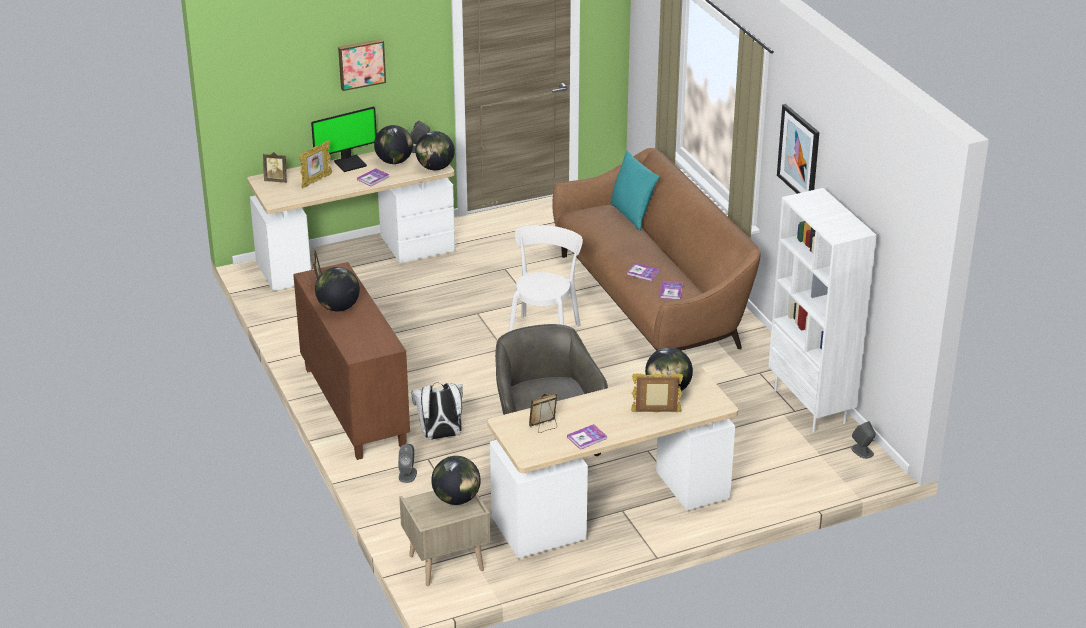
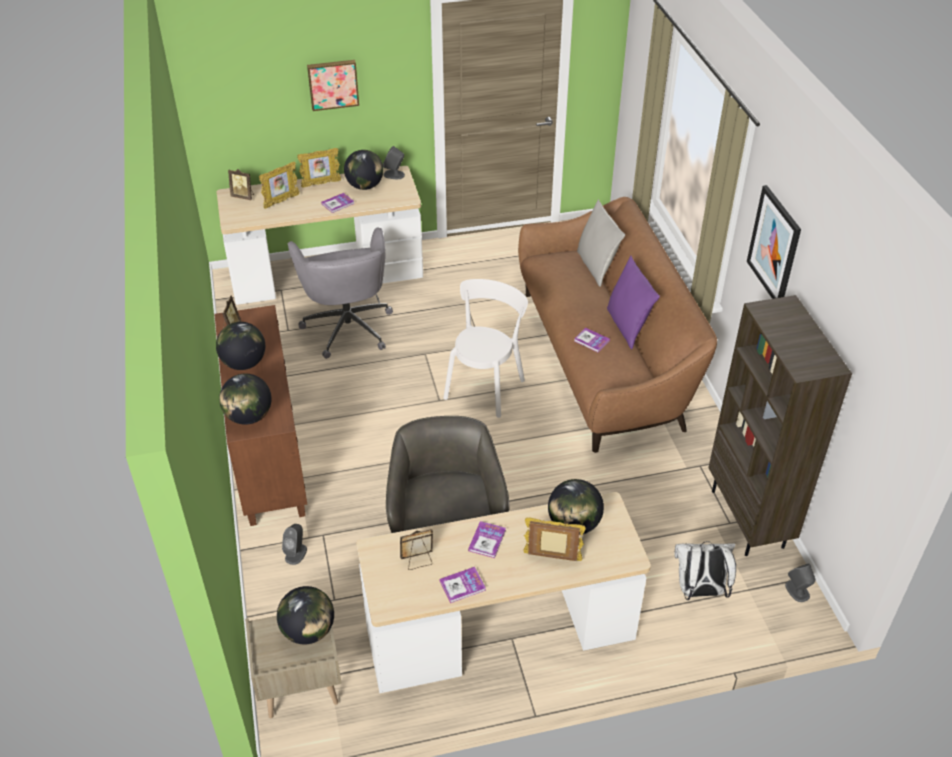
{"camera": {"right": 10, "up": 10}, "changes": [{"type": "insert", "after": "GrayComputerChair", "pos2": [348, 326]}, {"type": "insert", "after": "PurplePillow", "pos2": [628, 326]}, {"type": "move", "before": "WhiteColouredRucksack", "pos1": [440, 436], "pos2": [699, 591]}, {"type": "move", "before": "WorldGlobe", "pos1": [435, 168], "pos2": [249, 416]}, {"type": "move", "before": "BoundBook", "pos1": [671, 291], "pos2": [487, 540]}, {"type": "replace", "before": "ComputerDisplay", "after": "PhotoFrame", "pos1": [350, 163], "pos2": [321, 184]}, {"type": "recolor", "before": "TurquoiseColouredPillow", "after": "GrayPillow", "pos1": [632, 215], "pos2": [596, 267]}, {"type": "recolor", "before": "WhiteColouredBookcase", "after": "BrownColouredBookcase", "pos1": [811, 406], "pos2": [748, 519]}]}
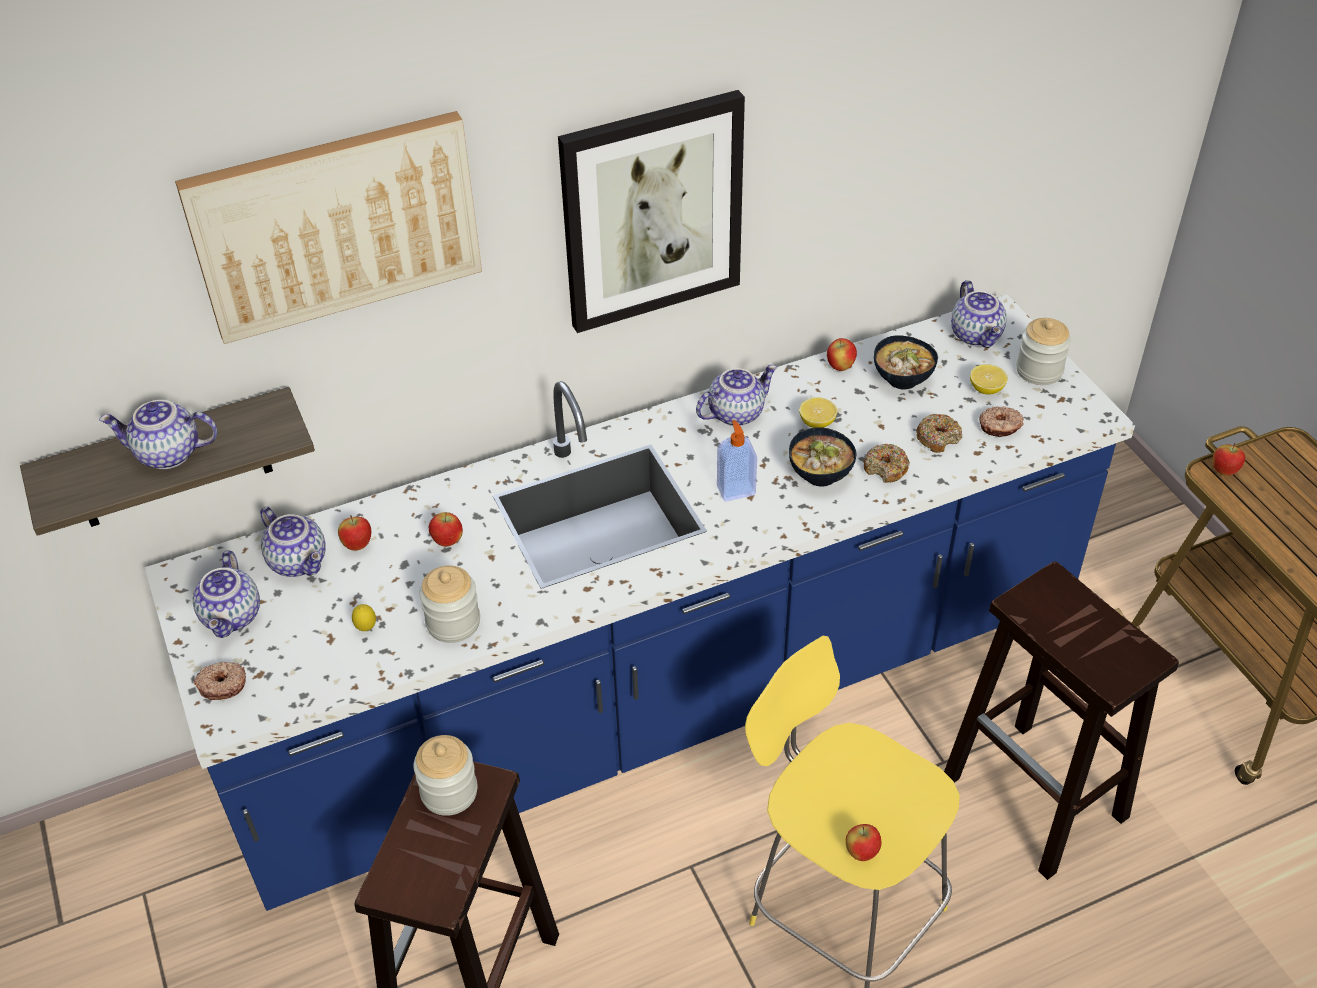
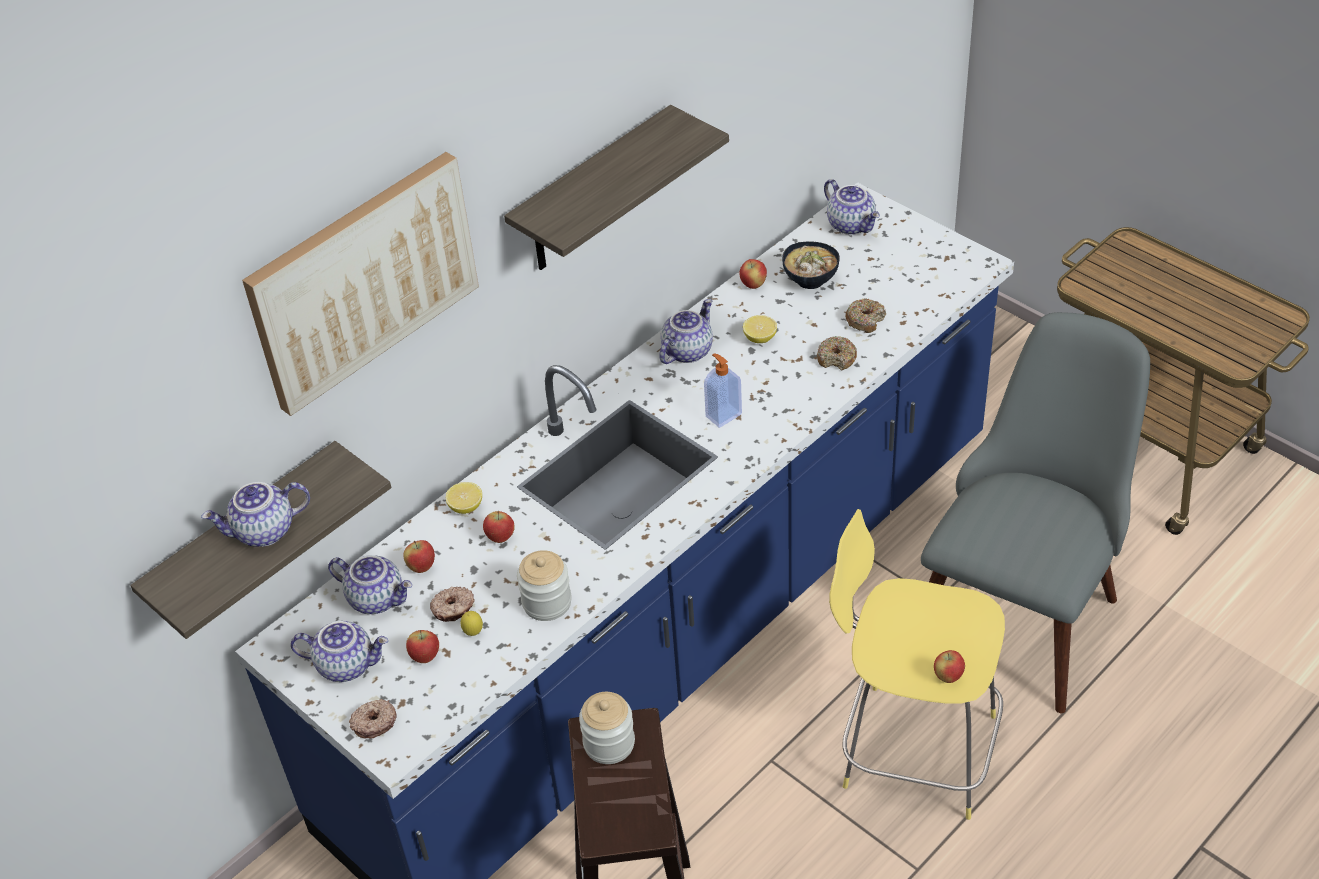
{"camera": {"right": -20, "up": 0}, "changes": [{"type": "delete", "before": "DeepDish", "pos1": [821, 474]}, {"type": "delete", "before": "Jar", "pos1": [1039, 370]}, {"type": "move", "before": "Lemon", "pos1": [986, 389], "pos2": [466, 507]}, {"type": "move", "before": "Donut", "pos1": [1000, 427], "pos2": [453, 608]}, {"type": "move", "before": "Apple", "pos1": [1224, 471], "pos2": [425, 657]}, {"type": "replace", "before": "Picture", "after": "Shelf", "pos1": [652, 211], "pos2": [593, 193]}, {"type": "replace", "before": "BrownColouredSittingStool", "after": "GrayChair", "pos1": [1037, 799], "pos2": [1024, 603]}, {"type": "rotate", "before": "PotForTea", "pos1": [233, 616], "pos2": [347, 664], "turn": -60}]}
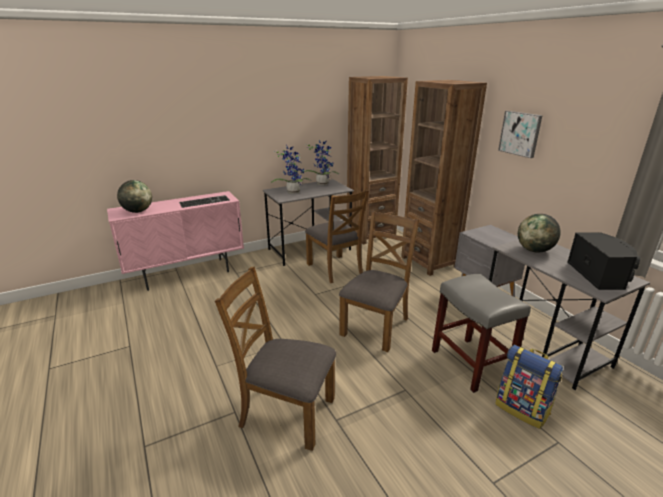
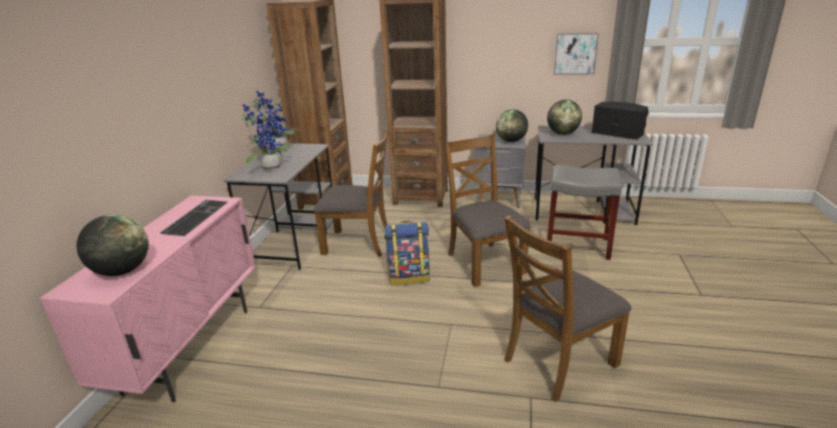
{"camera": {"right": -50, "up": 0}, "changes": [{"type": "insert", "after": "WorldGlobe", "pos2": [511, 141]}, {"type": "move", "before": "Rucksack", "pos1": [522, 409], "pos2": [409, 277]}, {"type": "move", "before": "Picture", "pos1": [520, 133], "pos2": [575, 53]}]}
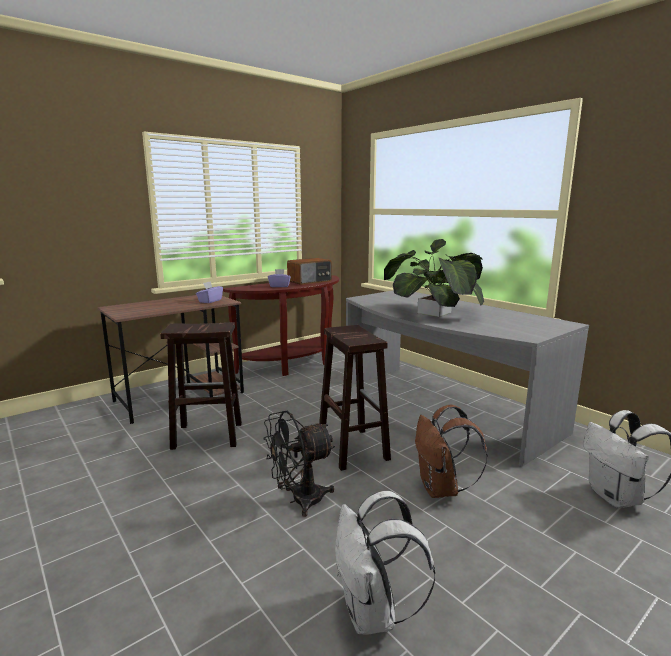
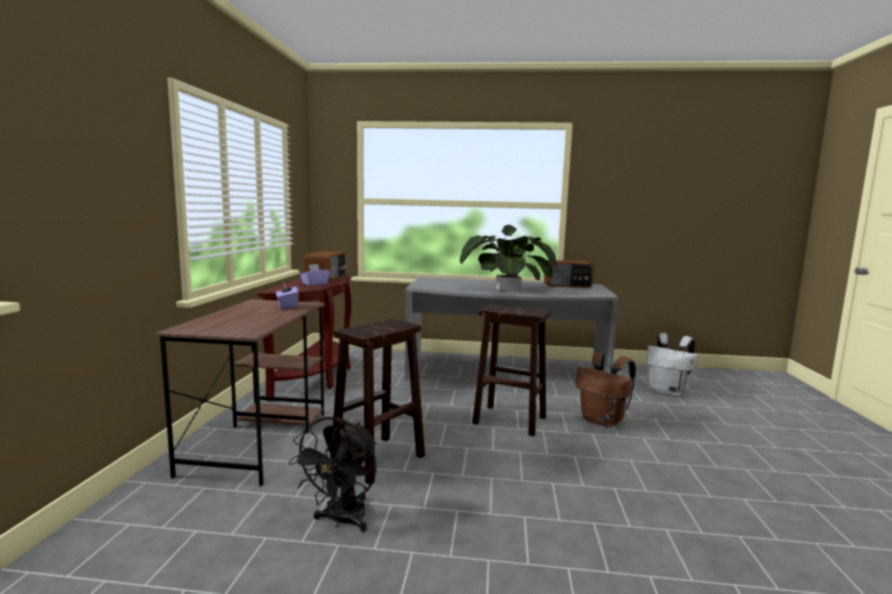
{"camera": {"right": -45, "up": -5}, "changes": [{"type": "delete", "before": "WhiteColouredRucksack", "pos1": [373, 613]}, {"type": "insert", "after": "Radio", "pos2": [567, 285]}, {"type": "move", "before": "BlackCoolingFan", "pos1": [299, 500], "pos2": [342, 521]}]}
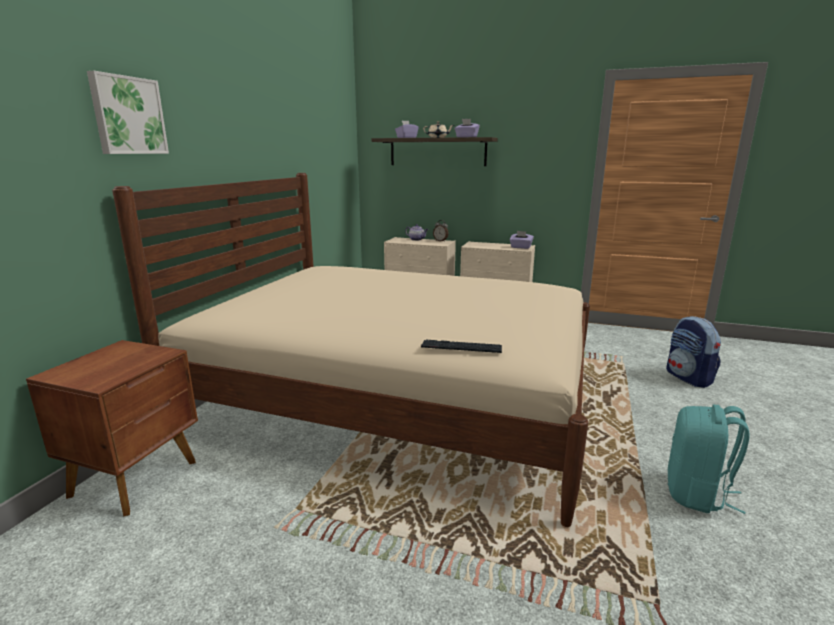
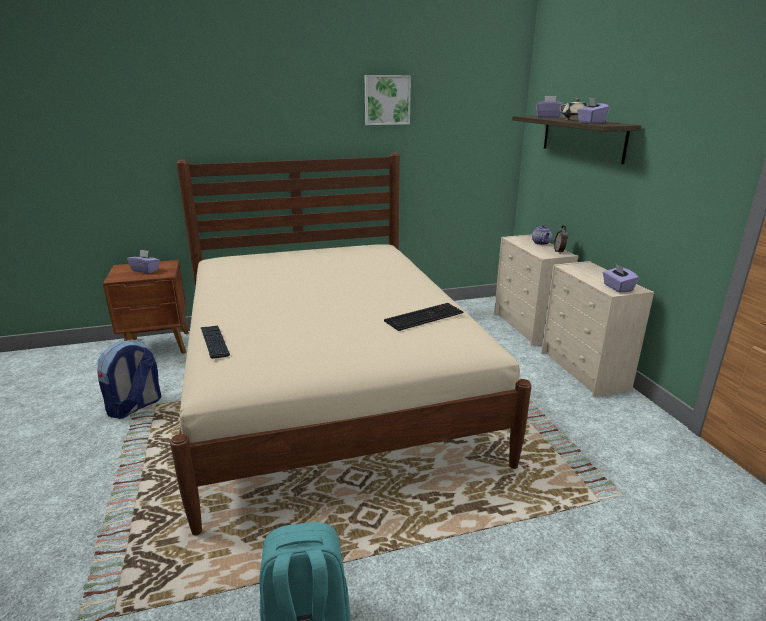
{"camera": {"right": 55, "up": 5}, "changes": [{"type": "insert", "after": "PurpleTissueHolder", "pos2": [145, 270]}, {"type": "insert", "after": "PcKeyboard", "pos2": [424, 316]}, {"type": "move", "before": "Picture", "pos1": [128, 116], "pos2": [386, 100]}, {"type": "move", "before": "Rucksack", "pos1": [689, 378], "pos2": [135, 407]}]}
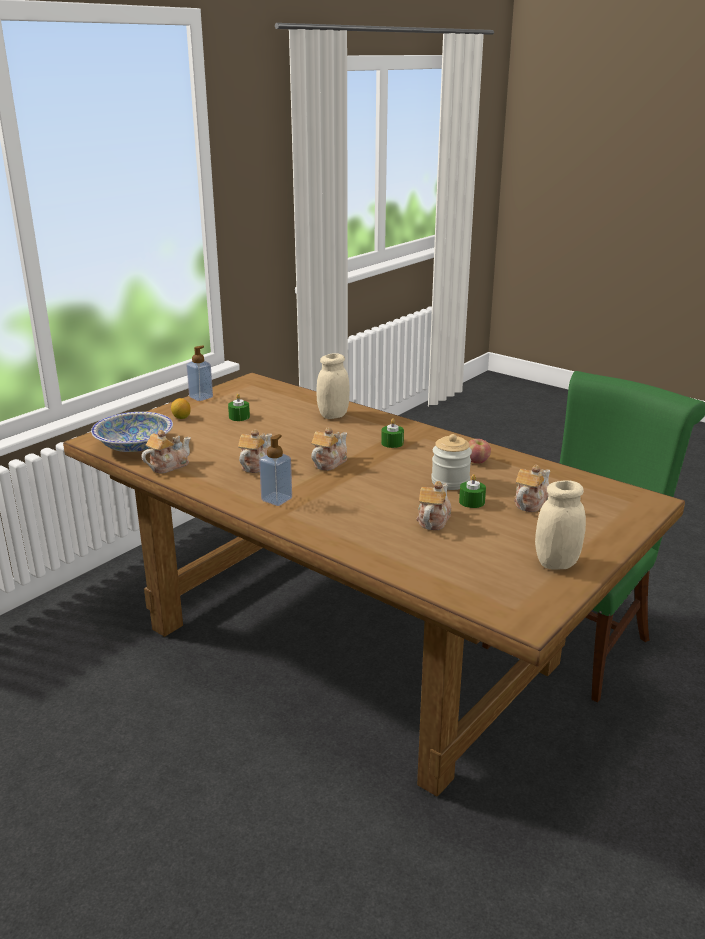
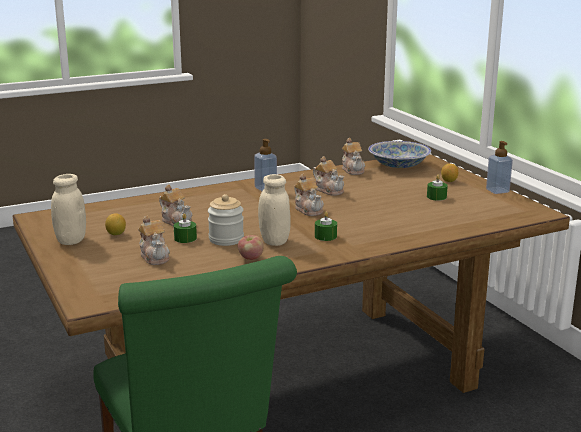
{"camera": {"right": 115, "up": -5}, "changes": [{"type": "insert", "after": "Lemon", "pos2": [116, 234]}, {"type": "move", "before": "SandColouredJar", "pos1": [333, 415], "pos2": [274, 241]}]}
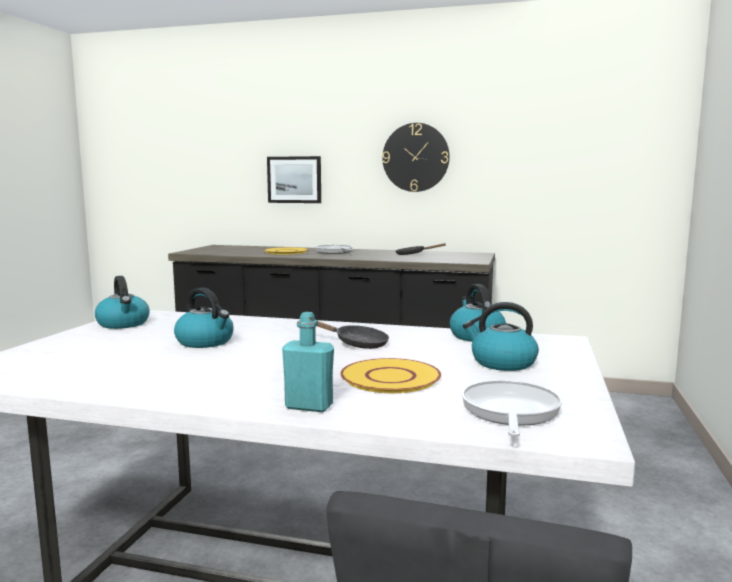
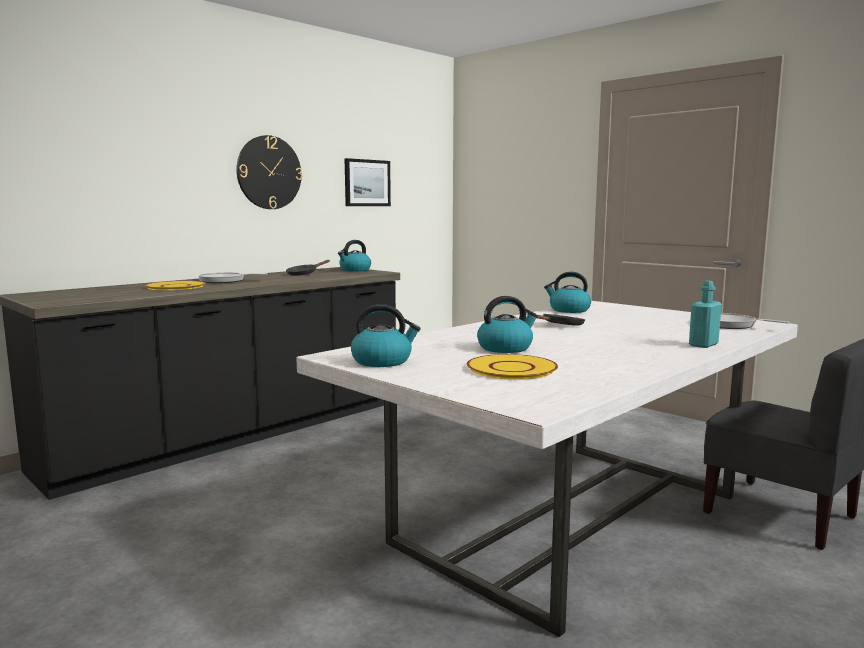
{"camera": {"right": -60, "up": 0}, "changes": [{"type": "move", "before": "Picture", "pos1": [294, 179], "pos2": [367, 183]}, {"type": "move", "before": "YellowFlatDish", "pos1": [390, 378], "pos2": [512, 368]}, {"type": "move", "before": "TeaKettle", "pos1": [502, 363], "pos2": [355, 270]}]}
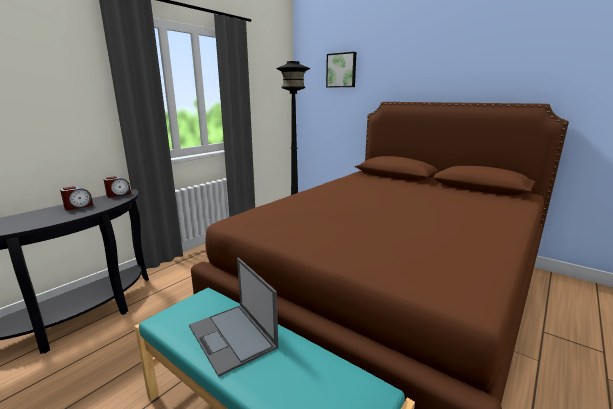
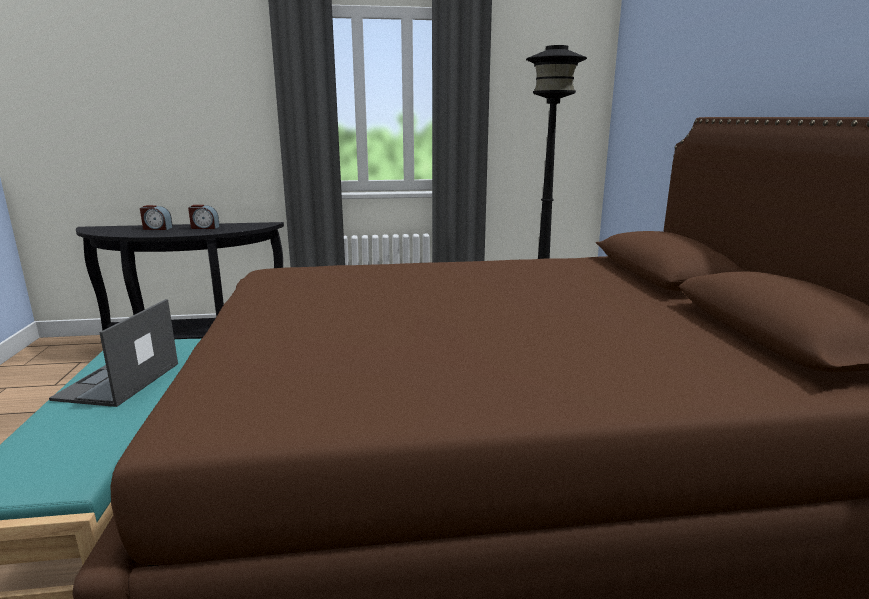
{"camera": {"right": 45, "up": 0}, "changes": [{"type": "delete", "before": "Picture", "pos1": [341, 70]}, {"type": "move", "before": "BedsideClock", "pos1": [118, 194], "pos2": [157, 228]}]}
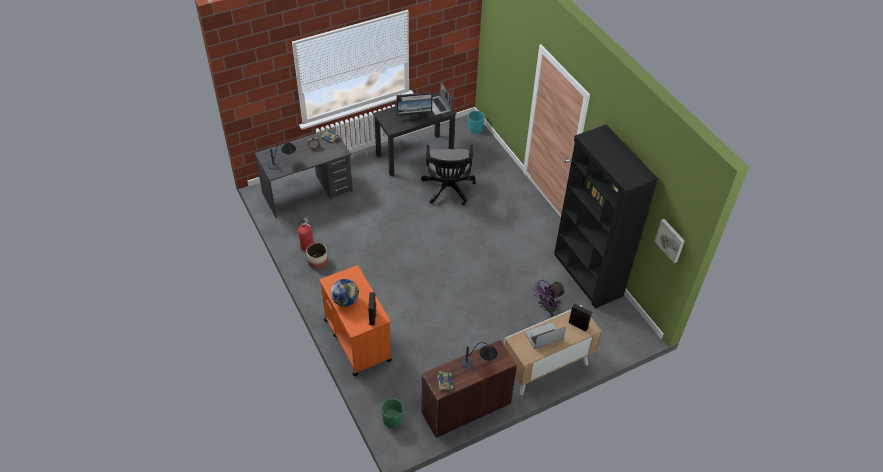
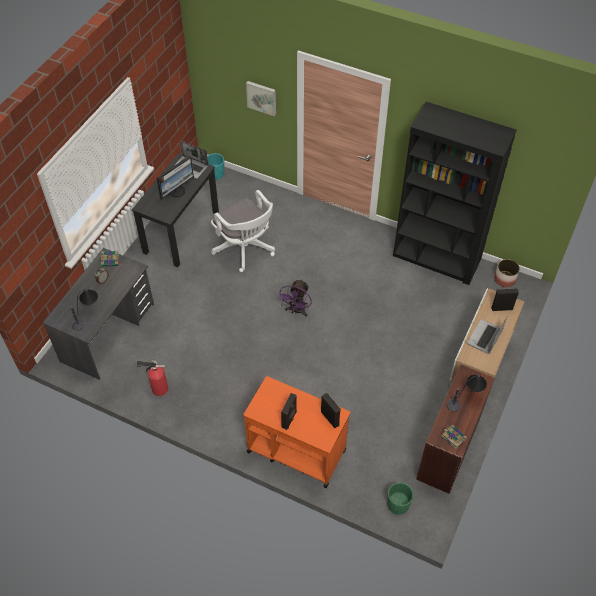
{"camera": {"right": -35, "up": 5}, "changes": [{"type": "move", "before": "PlantPot", "pos1": [317, 261], "pos2": [504, 279]}, {"type": "move", "before": "PurpleCoolingFan", "pos1": [547, 308], "pos2": [296, 311]}, {"type": "move", "before": "Picture", "pos1": [670, 240], "pos2": [262, 97]}, {"type": "replace", "before": "WorldGlobe", "after": "BlackLoudspeaker", "pos1": [345, 300], "pos2": [289, 419]}, {"type": "recolor", "before": "BlackComputerChair", "after": "WhiteColouredComputerChair", "pos1": [448, 190], "pos2": [246, 249]}]}
